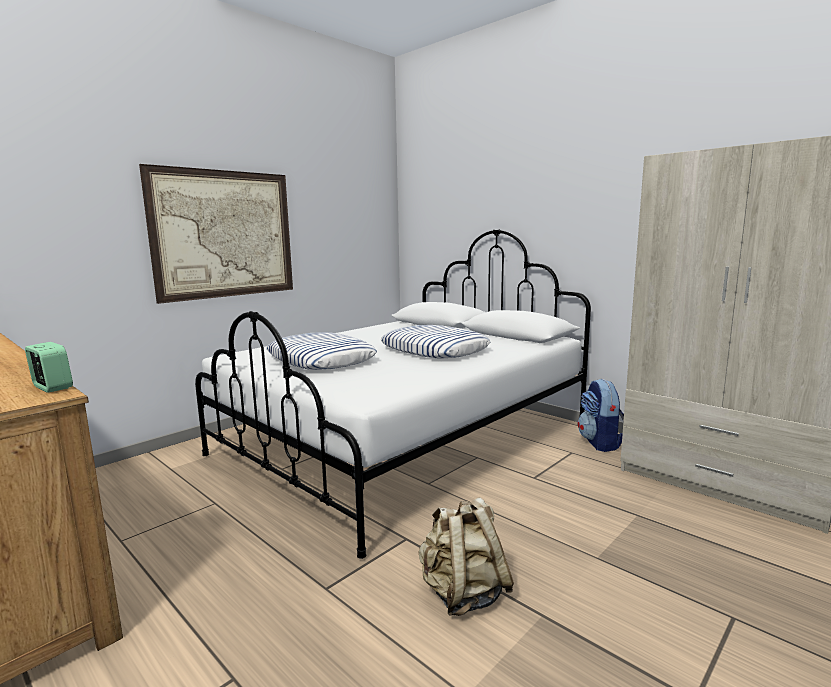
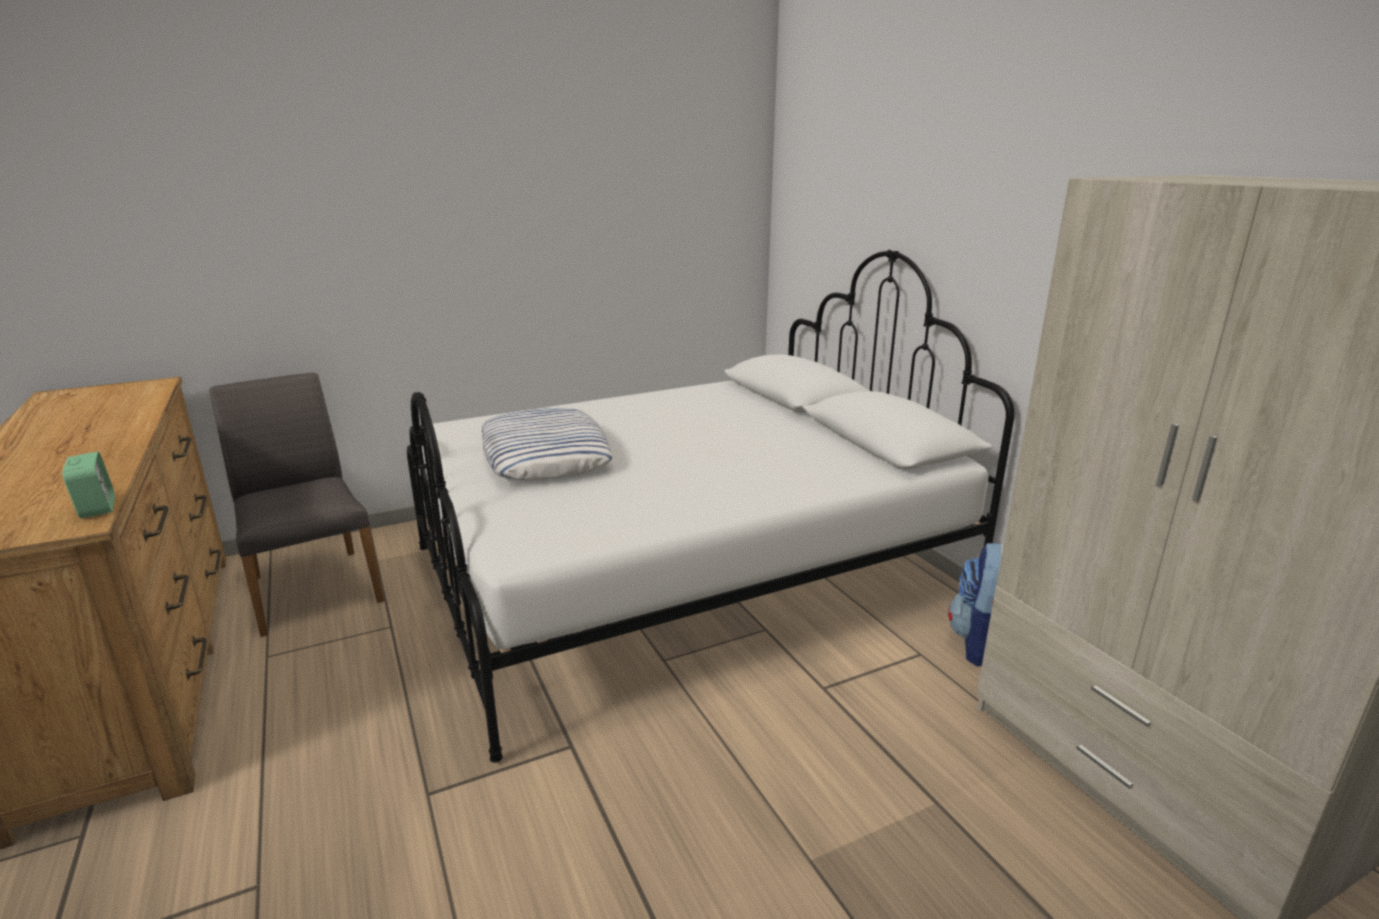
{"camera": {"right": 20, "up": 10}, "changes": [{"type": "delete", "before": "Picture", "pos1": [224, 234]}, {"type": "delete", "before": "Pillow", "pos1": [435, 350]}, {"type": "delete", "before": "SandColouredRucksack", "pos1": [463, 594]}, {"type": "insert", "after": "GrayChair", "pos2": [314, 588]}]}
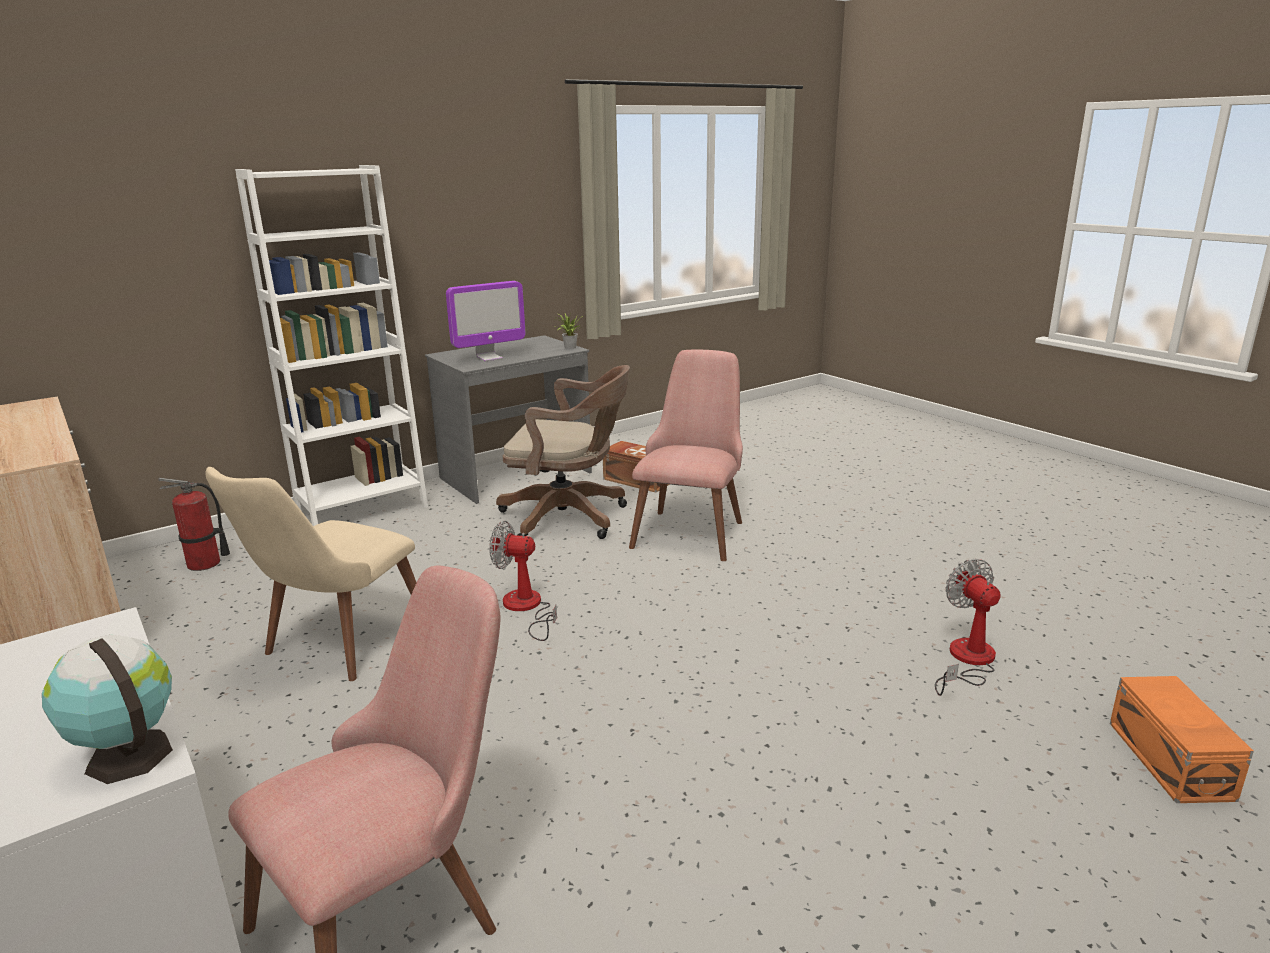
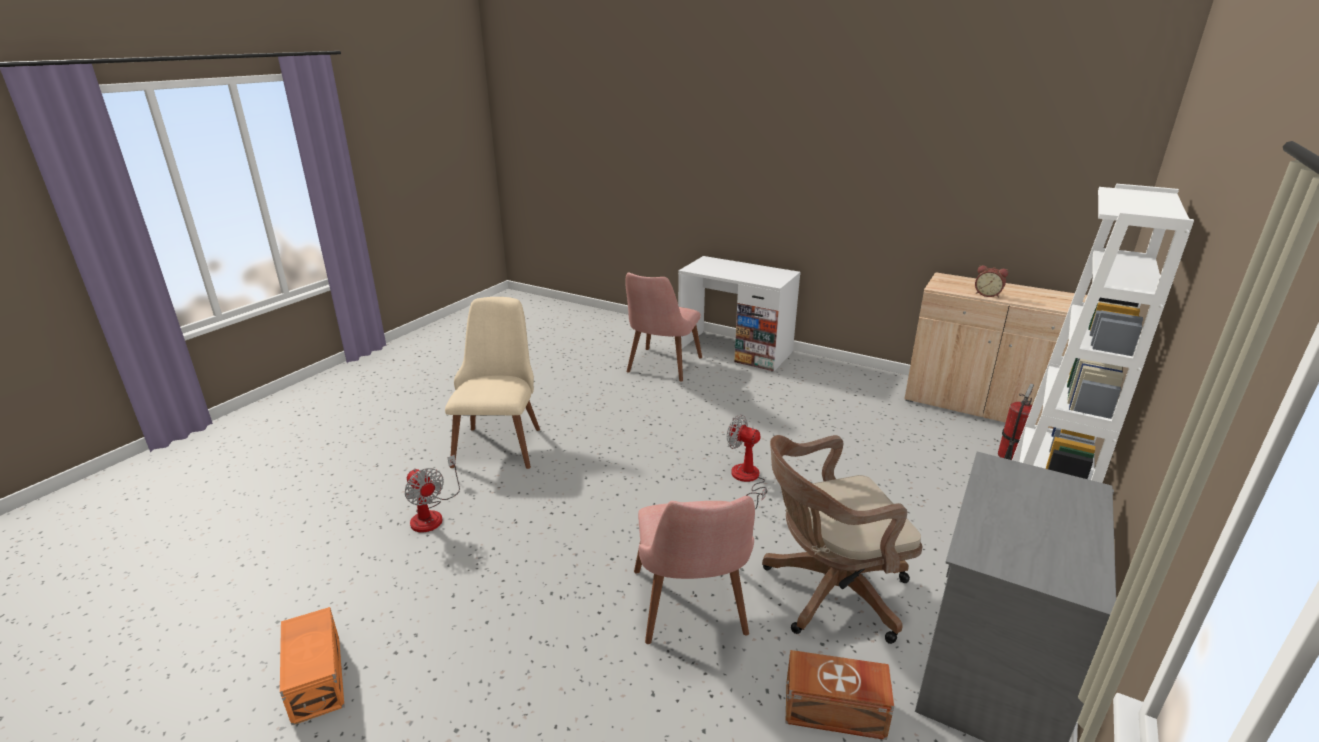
{"camera": {"right": 155, "up": 5}, "changes": [{"type": "delete", "before": "WorldGlobe", "pos1": [127, 754]}, {"type": "delete", "before": "ComputerDisplay", "pos1": [489, 358]}, {"type": "delete", "before": "PottedPlant", "pos1": [569, 348]}, {"type": "insert", "after": "BedsideClock", "pos2": [987, 294]}, {"type": "move", "before": "SandColouredChair", "pos1": [335, 648], "pos2": [500, 440]}, {"type": "move", "before": "OrangeStorageBox", "pos1": [1169, 761], "pos2": [318, 677]}, {"type": "rotate", "before": "CoolingFan", "pos1": [526, 608], "pos2": [747, 480], "turn": -135}]}
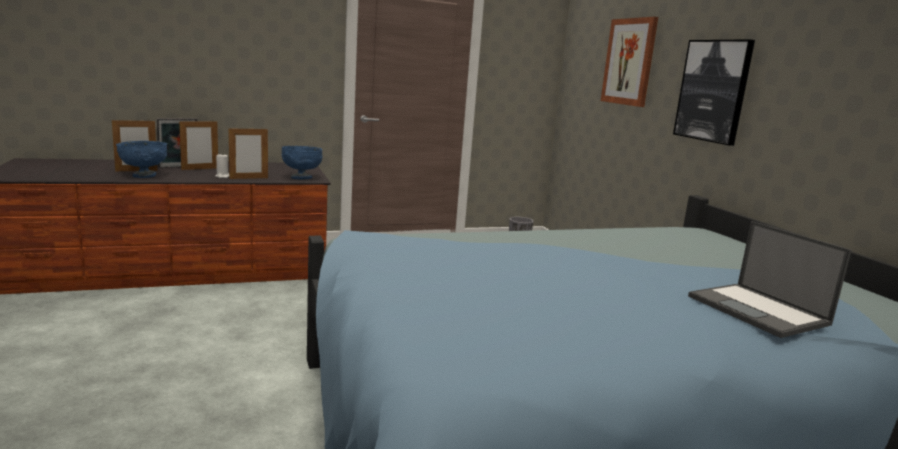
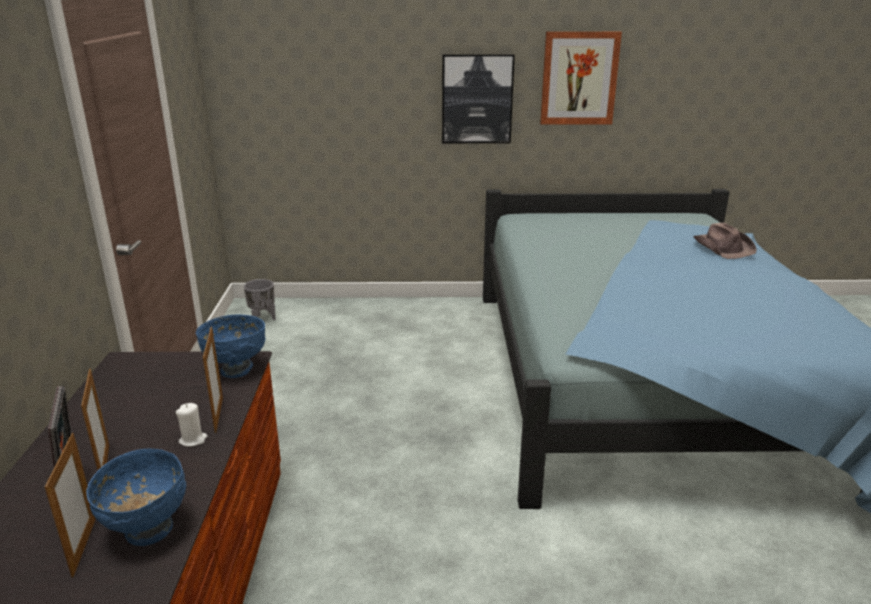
{"camera": {"right": -70, "up": 10}, "changes": [{"type": "move", "before": "Picture", "pos1": [629, 62], "pos2": [579, 78]}, {"type": "replace", "before": "Laptop", "after": "BrownColouredWearableHat", "pos1": [759, 311], "pos2": [723, 247]}]}
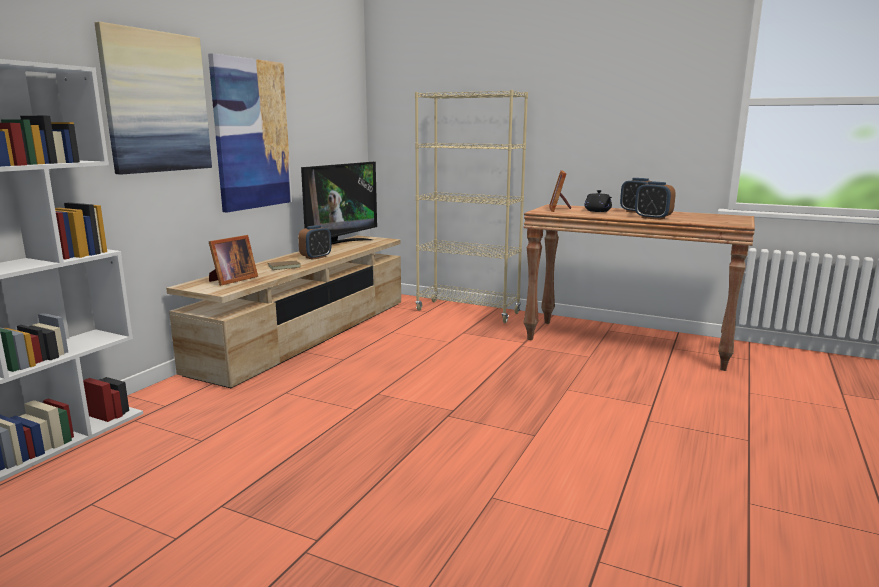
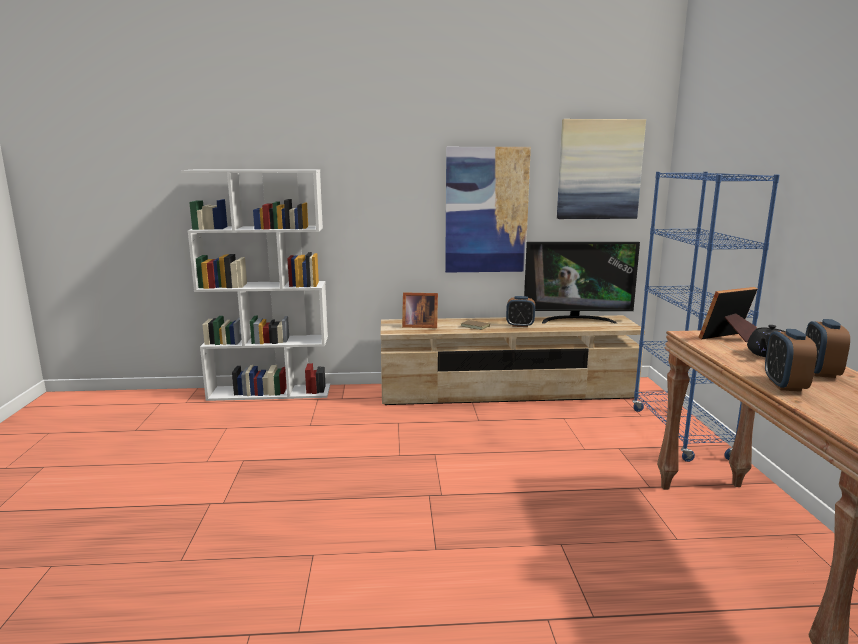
{"camera": {"right": 60, "up": 0}, "changes": [{"type": "move", "before": "Picture", "pos1": [156, 102], "pos2": [599, 169]}, {"type": "recolor", "before": "SandColouredBookcase", "after": "BlueColouredBookcase", "pos1": [468, 312], "pos2": [680, 433]}]}
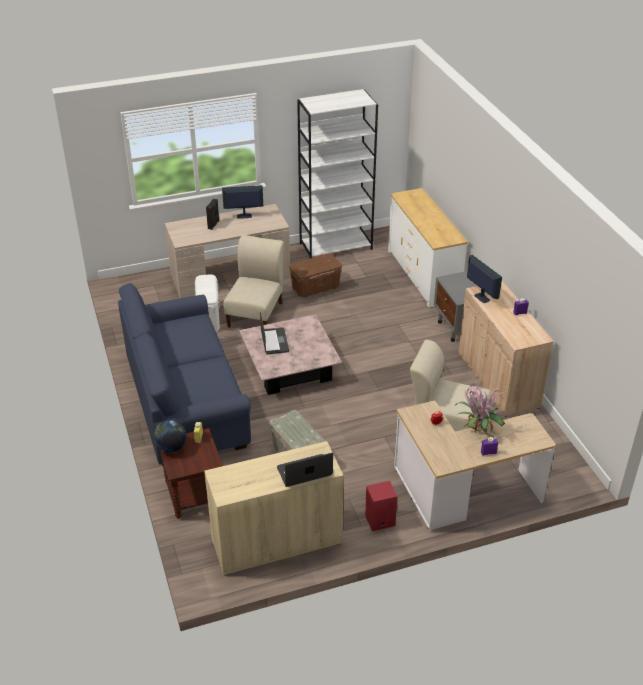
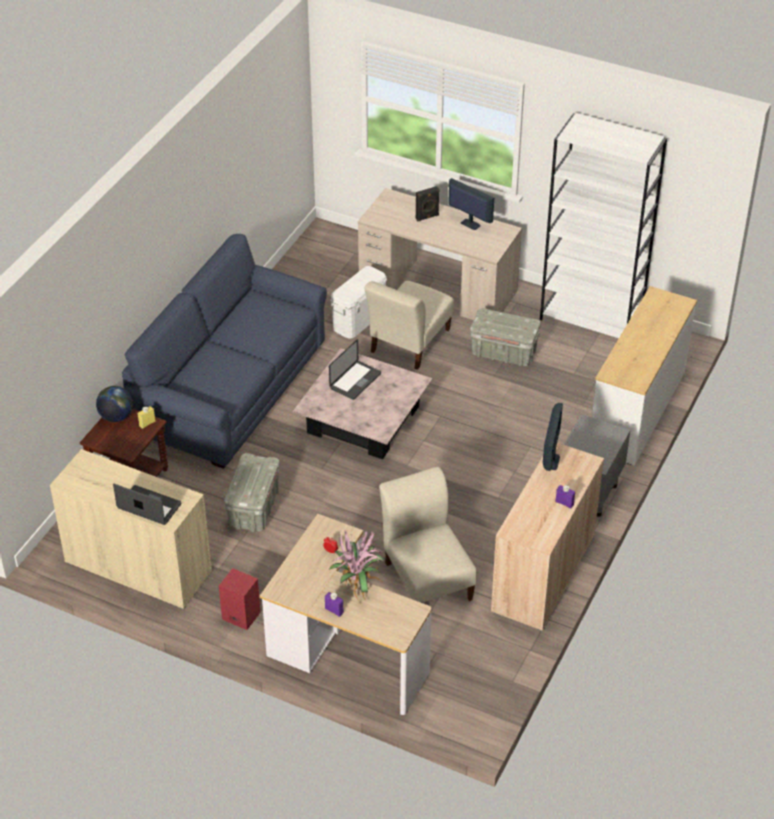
{"camera": {"right": 45, "up": 5}, "changes": [{"type": "recolor", "before": "BrownColouredStorageBox", "after": "GrayStorageBox", "pos1": [315, 287], "pos2": [504, 352]}, {"type": "rotate", "before": "SandColouredChair", "pos1": [256, 313], "pos2": [408, 343], "turn": 150}]}
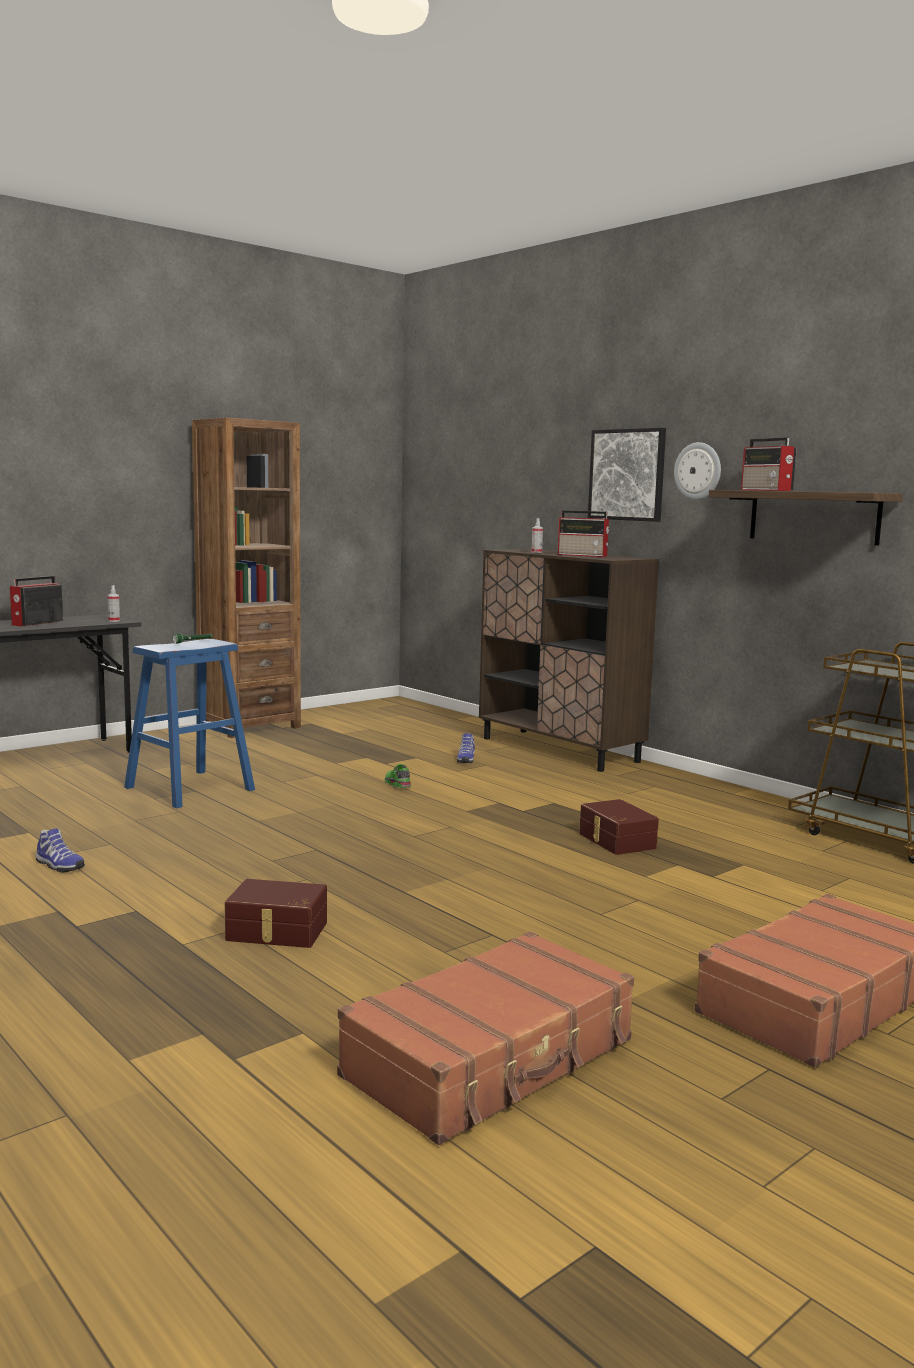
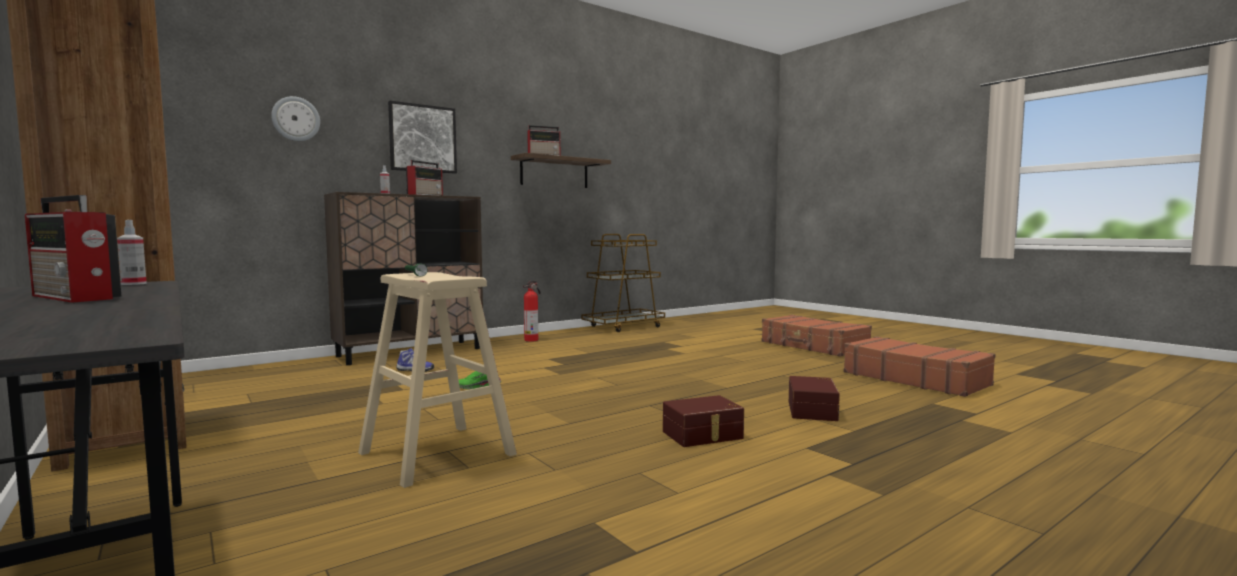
{"camera": {"right": -85, "up": -5}, "changes": [{"type": "delete", "before": "LowShoe", "pos1": [58, 866]}, {"type": "insert", "after": "Extinguisher", "pos2": [532, 340]}, {"type": "move", "before": "BrownColouredStorageBox", "pos1": [615, 841], "pos2": [703, 435]}, {"type": "move", "before": "HangingClock", "pos1": [698, 471], "pos2": [296, 119]}, {"type": "recolor", "before": "BlueColouredSittingStool", "after": "SandColouredSittingStool", "pos1": [189, 788], "pos2": [437, 453]}]}
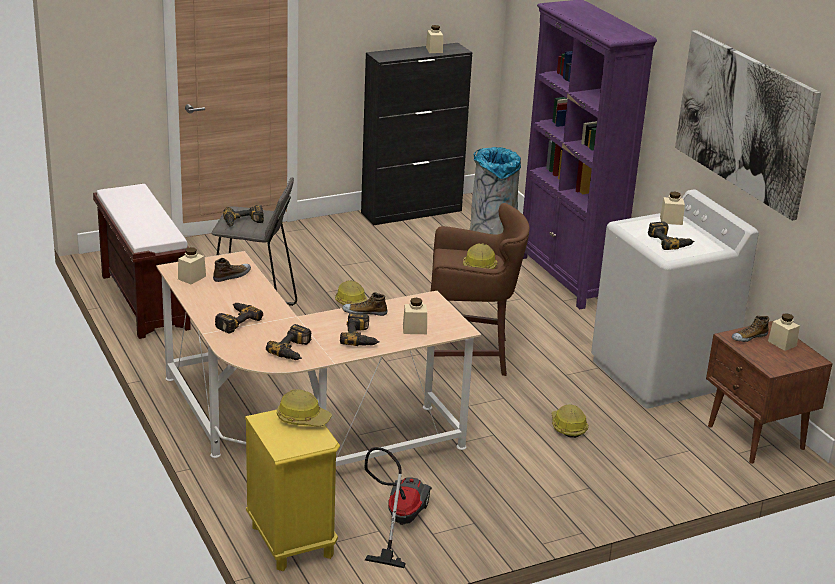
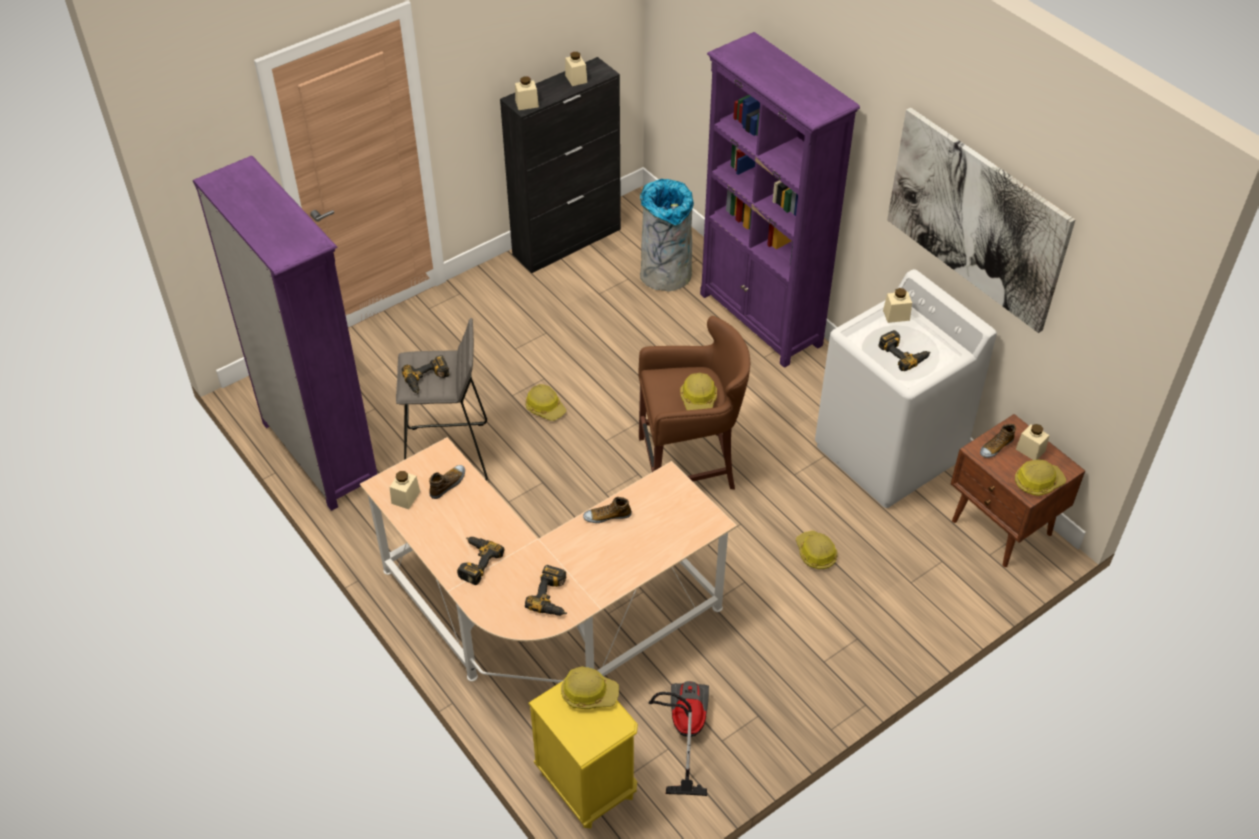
{"camera": {"right": -10, "up": 20}, "changes": [{"type": "delete", "before": "PowerDrill", "pos1": [361, 337]}, {"type": "insert", "after": "SafetyHelmet", "pos2": [1037, 482]}, {"type": "move", "before": "SandColouredJar", "pos1": [414, 329], "pos2": [527, 104]}, {"type": "replace", "before": "BrownColouredIndoorBench", "after": "PurpleBookcase", "pos1": [143, 301], "pos2": [319, 453]}]}
